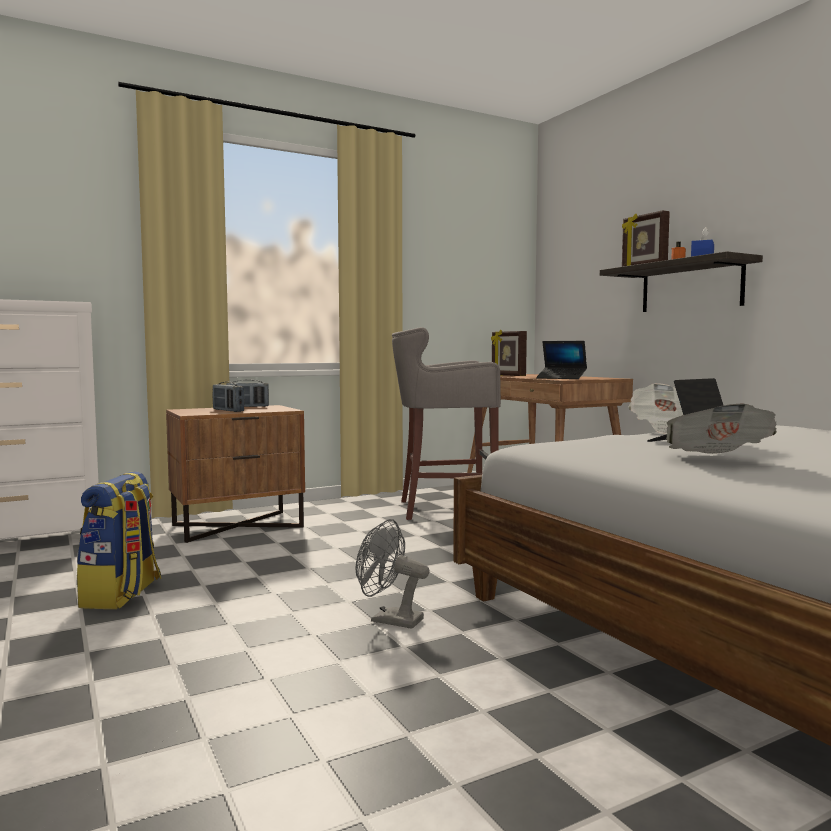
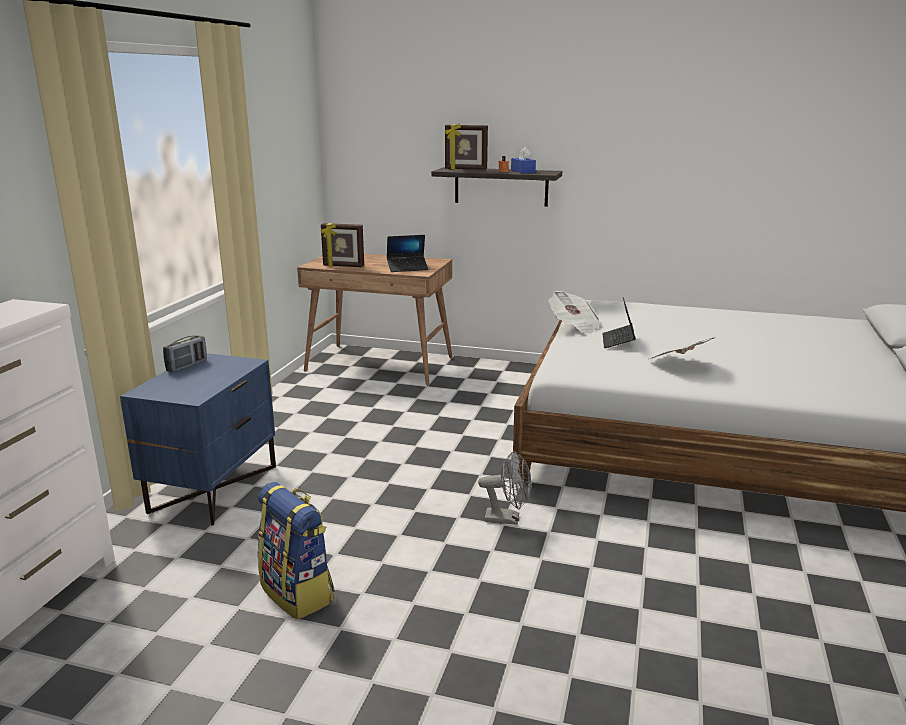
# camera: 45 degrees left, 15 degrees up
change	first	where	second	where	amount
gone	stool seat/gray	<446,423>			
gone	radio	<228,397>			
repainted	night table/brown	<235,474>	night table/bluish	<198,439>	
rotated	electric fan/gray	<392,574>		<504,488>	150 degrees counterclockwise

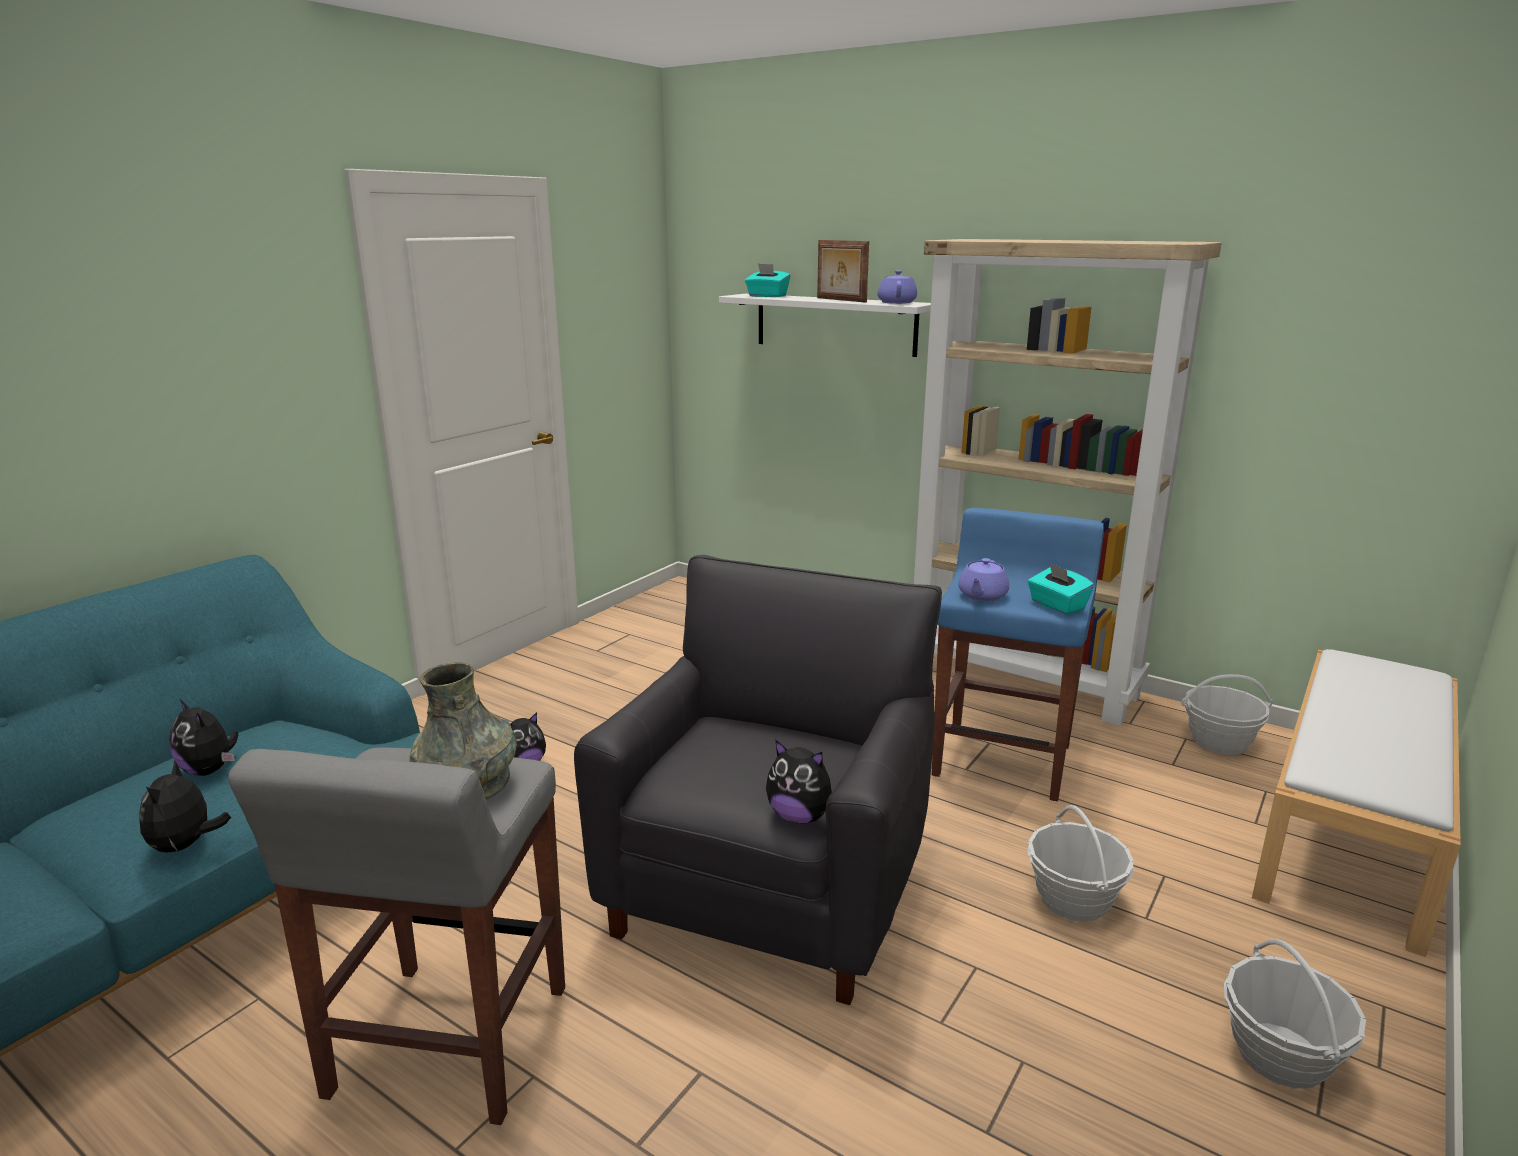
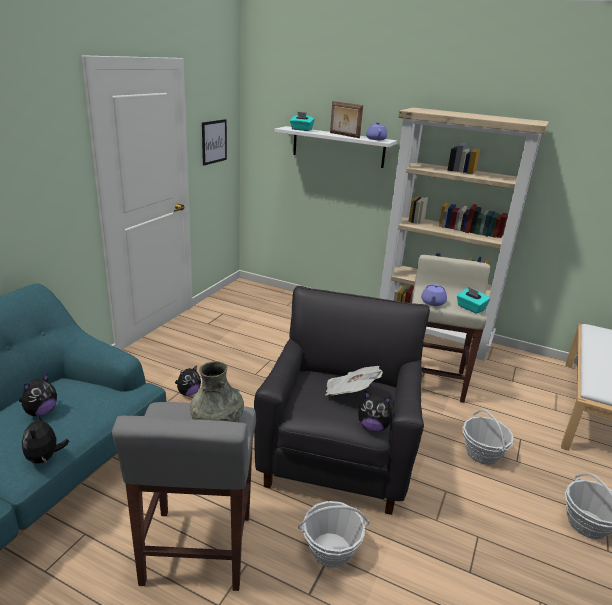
# camera: 10 degrees left, 5 degrees up
change	first	where	second	where	amount
repainted	stool seat/bluish	<1017,654>	stool seat/beige-coloured	<451,329>	
shifted	storage basket	<1227,714>		<334,534>	
rotated	cuddly toy	<203,737>		<38,394>	90 degrees counterclockwise
new			picture	<214,142>	
new			daily paper	<354,380>	

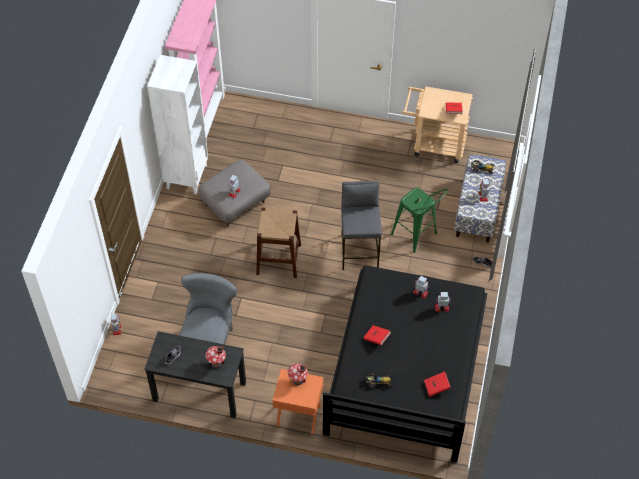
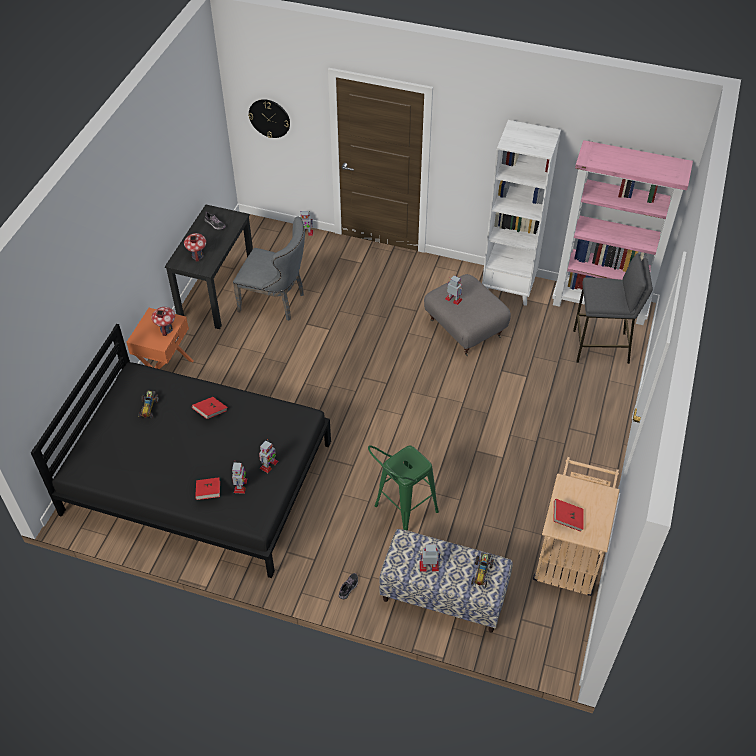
# camera: 95 degrees right, 5 degrees down
change	first	where	second	where	amount
shifted	stool seat/gray	<361,225>		<613,308>	
gone	stool seat/brown	<278,243>			
shifted	book/reddish	<437,384>		<207,488>	
new			hanging clock	<269,118>	

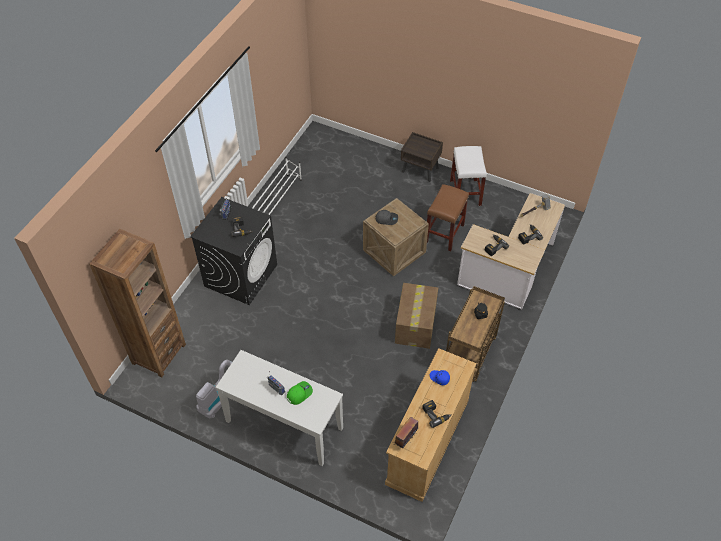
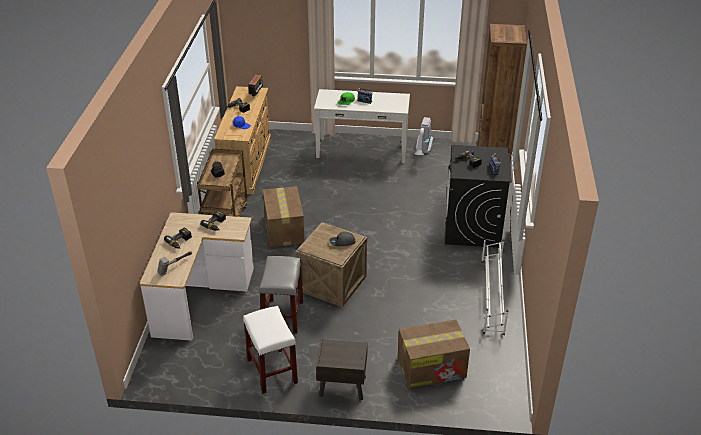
# camera: 160 degrees right, 15 degrees down
change	first	where	second	where	amount
repainted	stool seat/brown	<448,217>	stool seat/gray	<281,295>	
new			packing box	<433,354>	

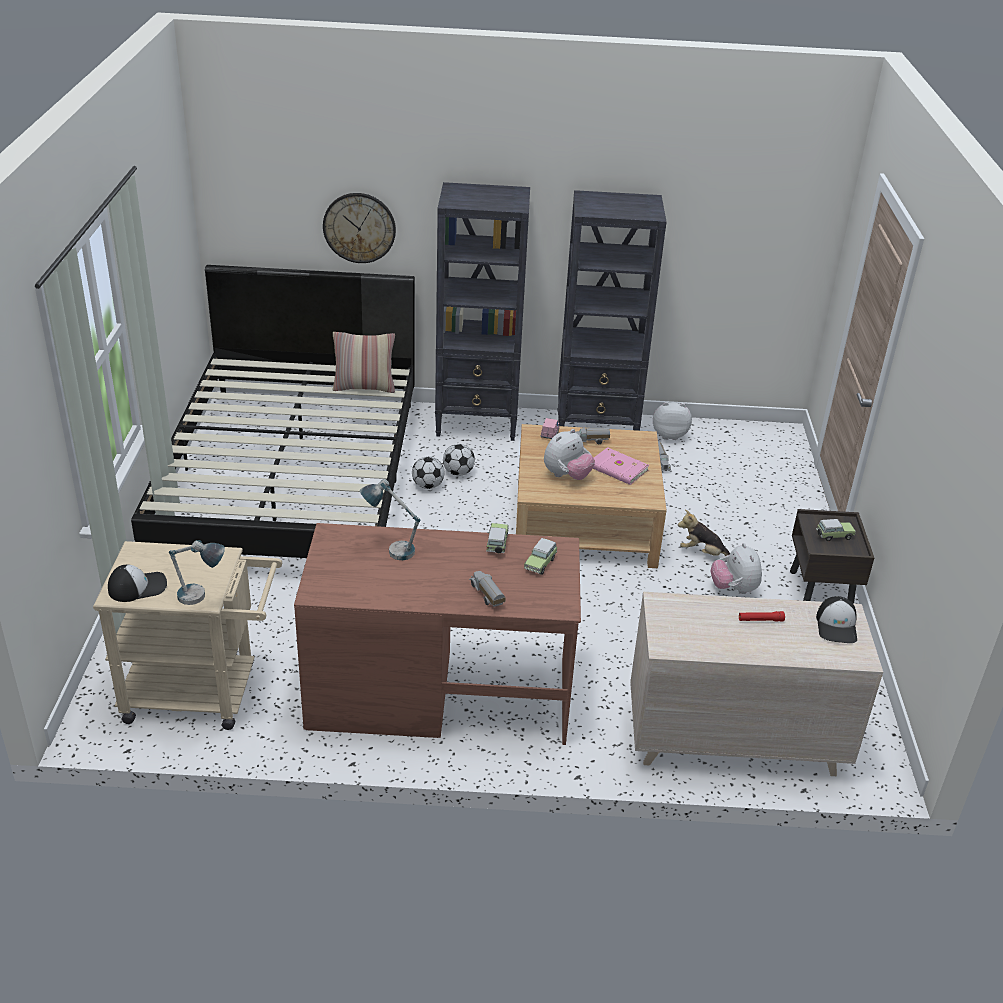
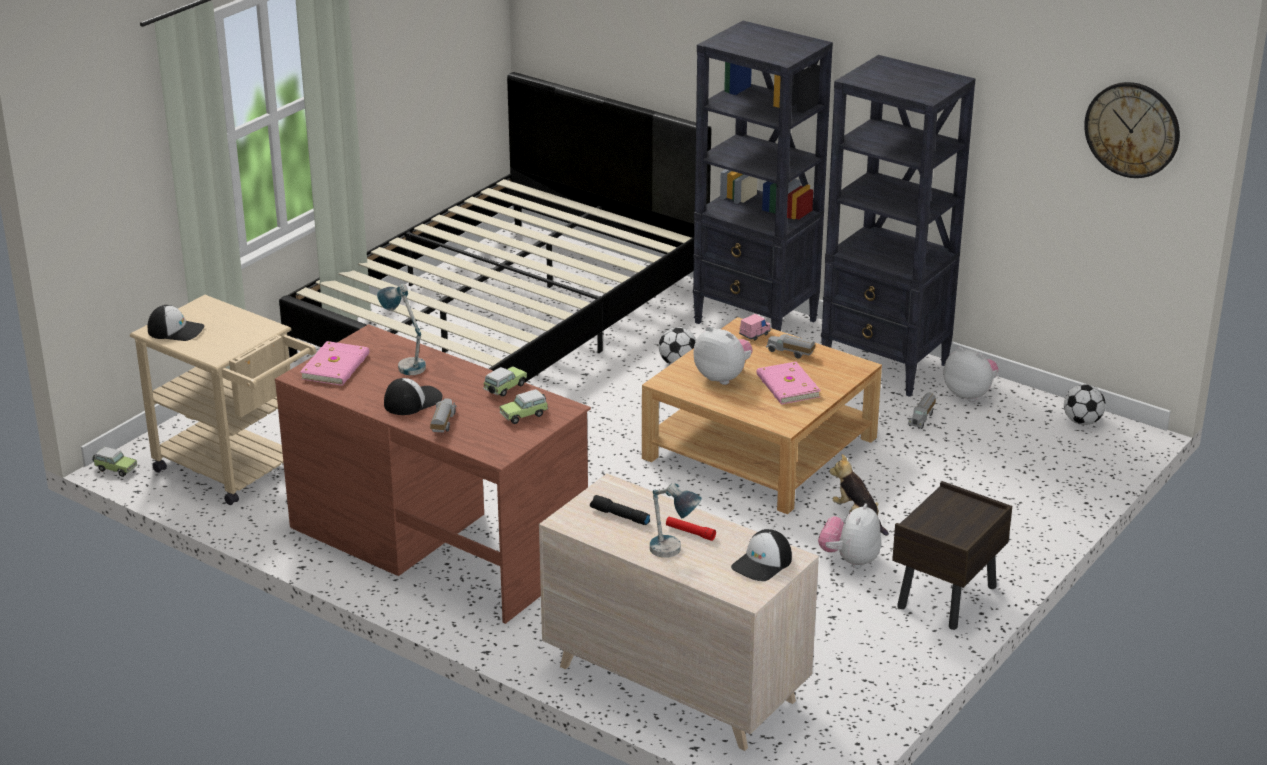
# camera: 35 degrees right, 5 degrees down
change	first	where	second	where	amount
shifted	hanging clock	<359,228>		<1132,130>	
gone	throw pillow	<363,362>			
rotated	cuddly toy	<569,454>		<723,355>	135 degrees counterclockwise
shifted	football	<428,472>		<1085,404>	
shifted	toy car	<836,530>		<114,462>	
shifted	tabletop lamp	<197,572>		<676,520>	
new			book/pink	<334,363>	
new			cap	<413,396>	
new			torch/black-coloured	<620,510>	

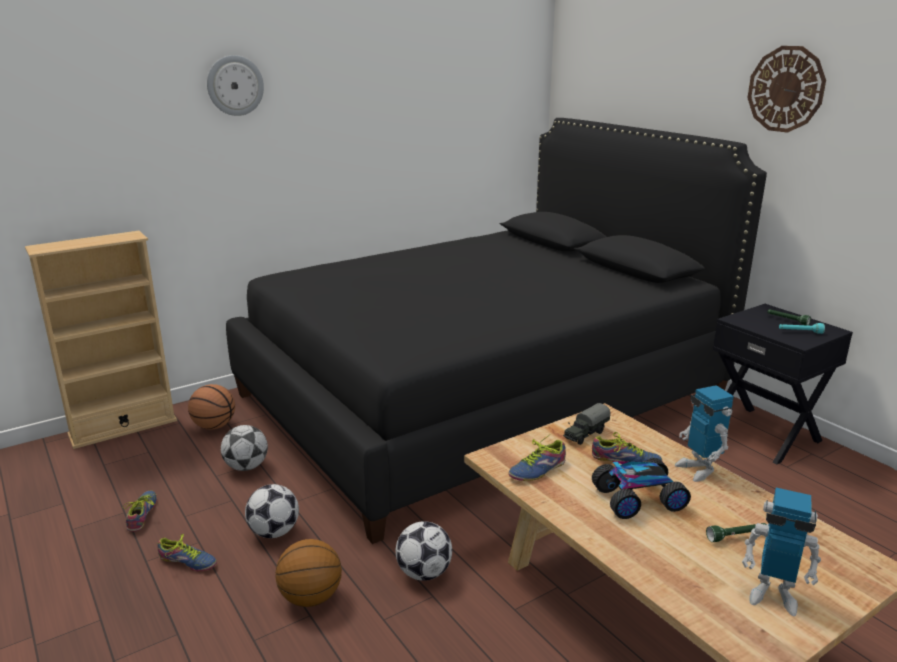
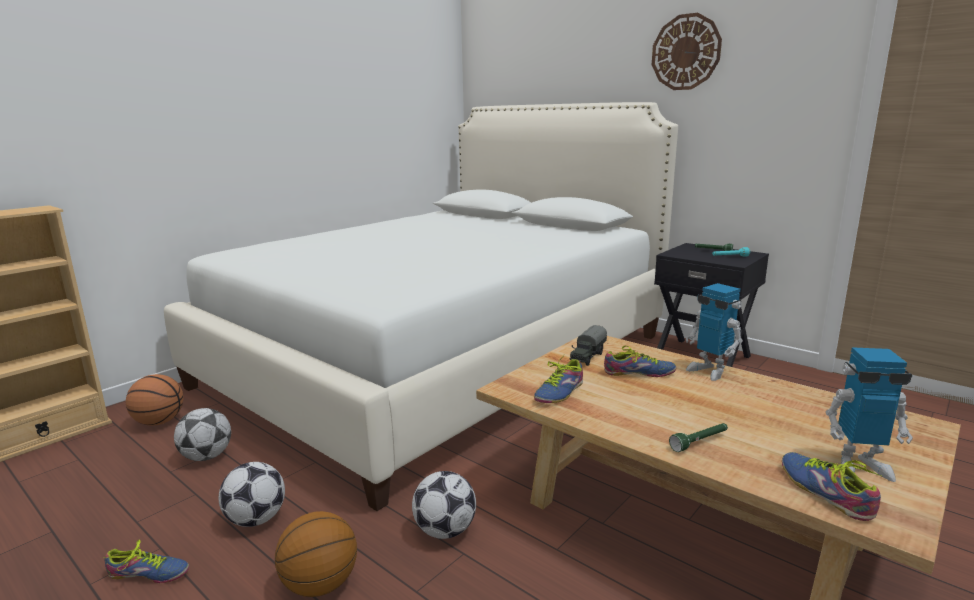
# camera: 15 degrees left, 5 degrees down
change	first	where	second	where	amount
gone	hanging clock	<235,85>			
repainted	bedroom bed/black-coloured	<496,331>	bedroom bed/white	<421,306>	
gone	toy car	<641,488>			
shifted	item of footwear	<140,511>		<831,486>	
shifted	torch/green	<736,532>		<698,437>	

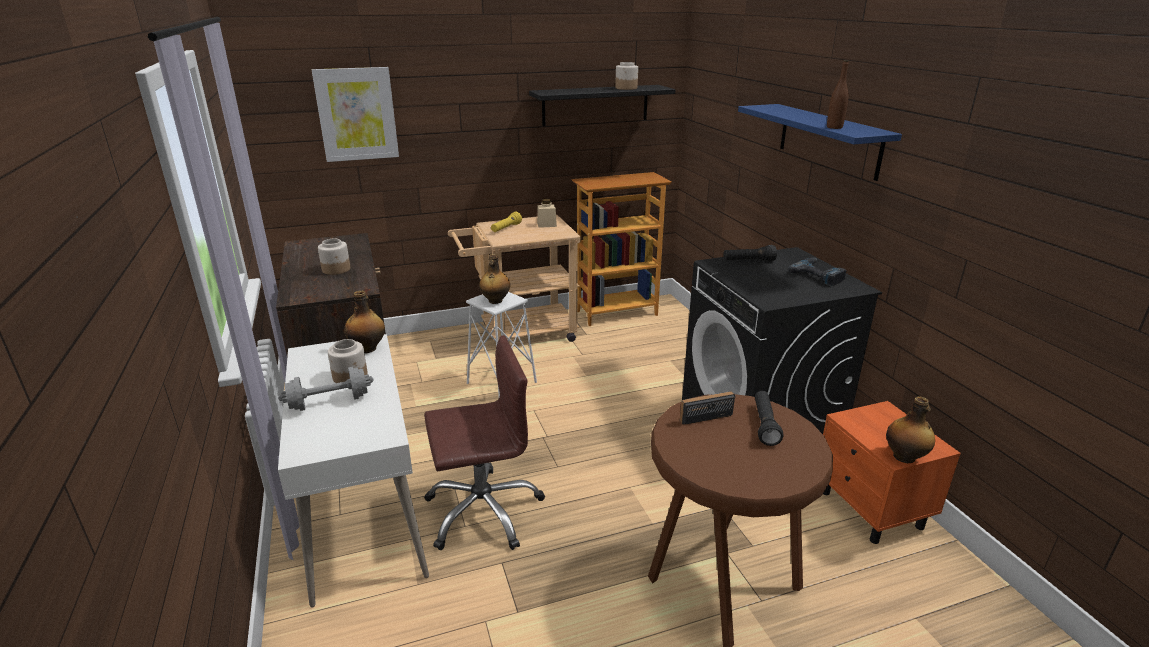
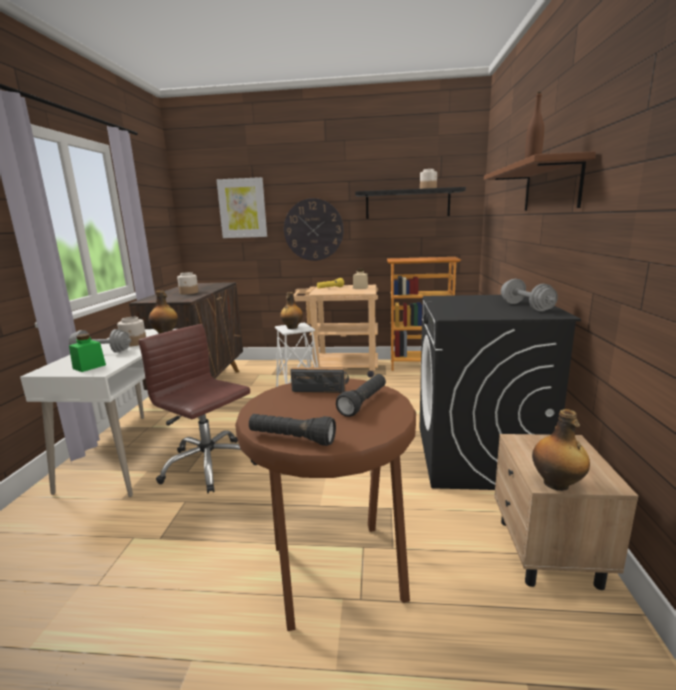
# camera: 25 degrees right, 10 degrees down
change	first	where	second	where	amount
repainted	bracket shelf/bluish	<820,142>	bracket shelf/brown	<540,181>	
shifted	torch/black-coloured	<750,253>		<292,430>	
swapped	power drill	<817,271>	dumbbell/gray	<529,295>	
rotated	office chair/brown	<484,442>		<197,408>	150 degrees counterclockwise
repainted	night table/orange-coloured	<892,472>	night table/beige-coloured	<566,512>	
new			hanging clock	<314,229>	
new			jar/green	<87,353>	

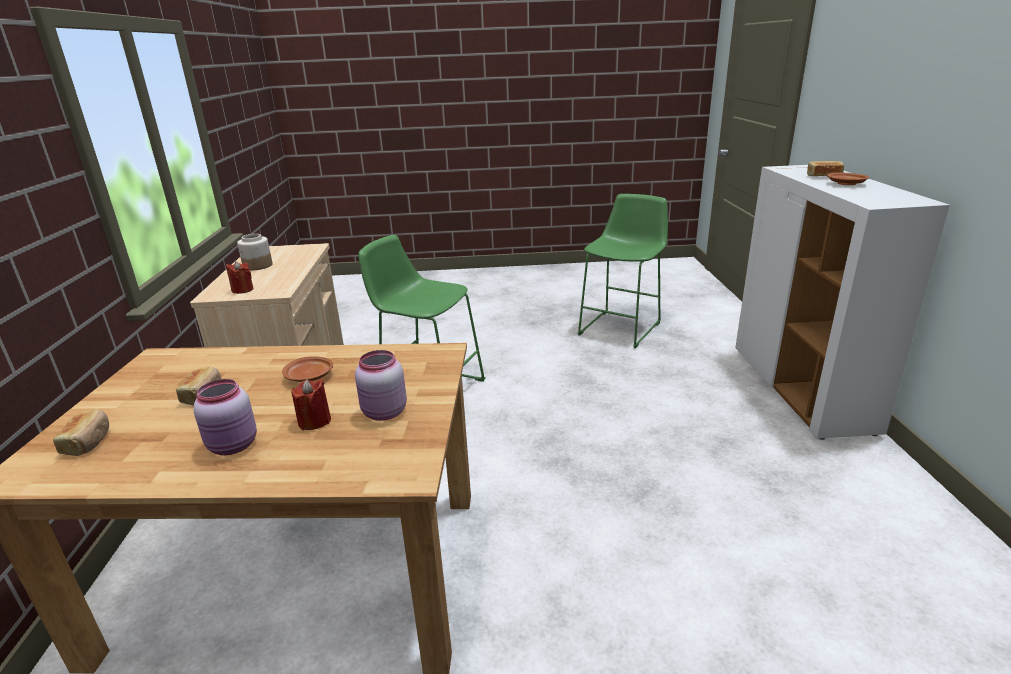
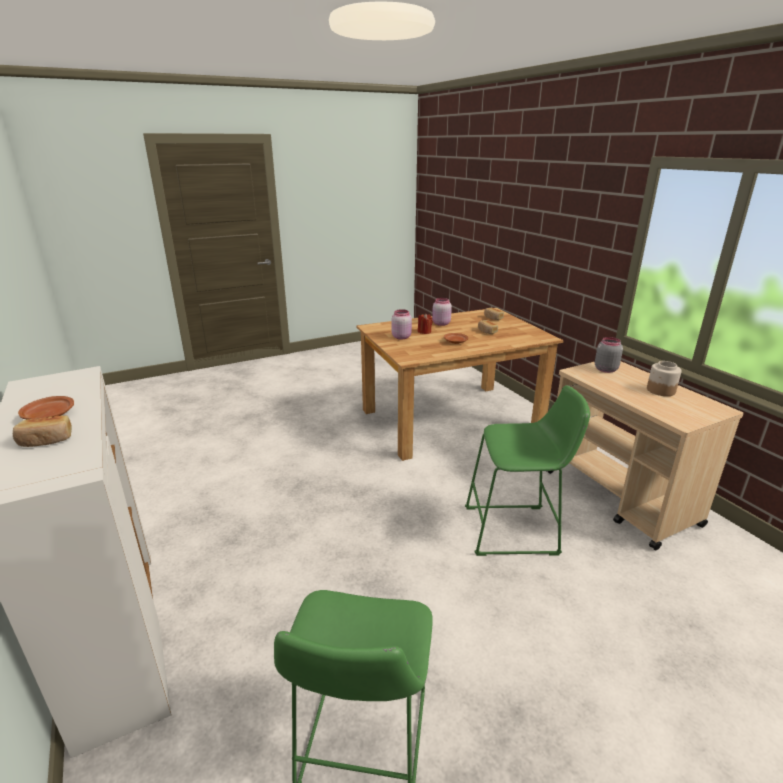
# camera: 155 degrees right, 0 degrees up
change	first	where	second	where	amount
swapped	wax candle/reddish	<240,277>	jar/gray	<609,355>	

